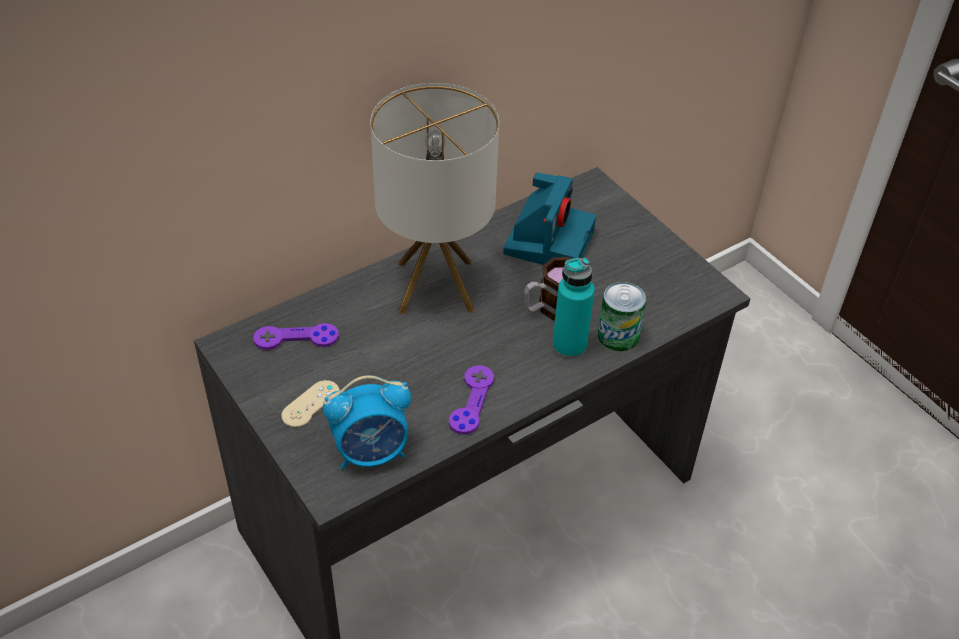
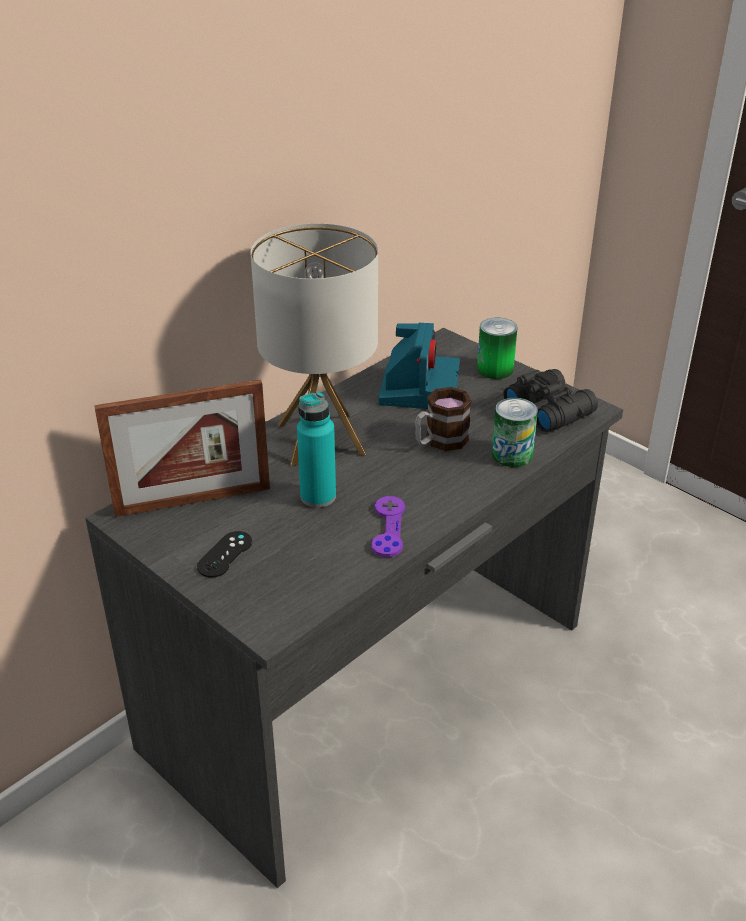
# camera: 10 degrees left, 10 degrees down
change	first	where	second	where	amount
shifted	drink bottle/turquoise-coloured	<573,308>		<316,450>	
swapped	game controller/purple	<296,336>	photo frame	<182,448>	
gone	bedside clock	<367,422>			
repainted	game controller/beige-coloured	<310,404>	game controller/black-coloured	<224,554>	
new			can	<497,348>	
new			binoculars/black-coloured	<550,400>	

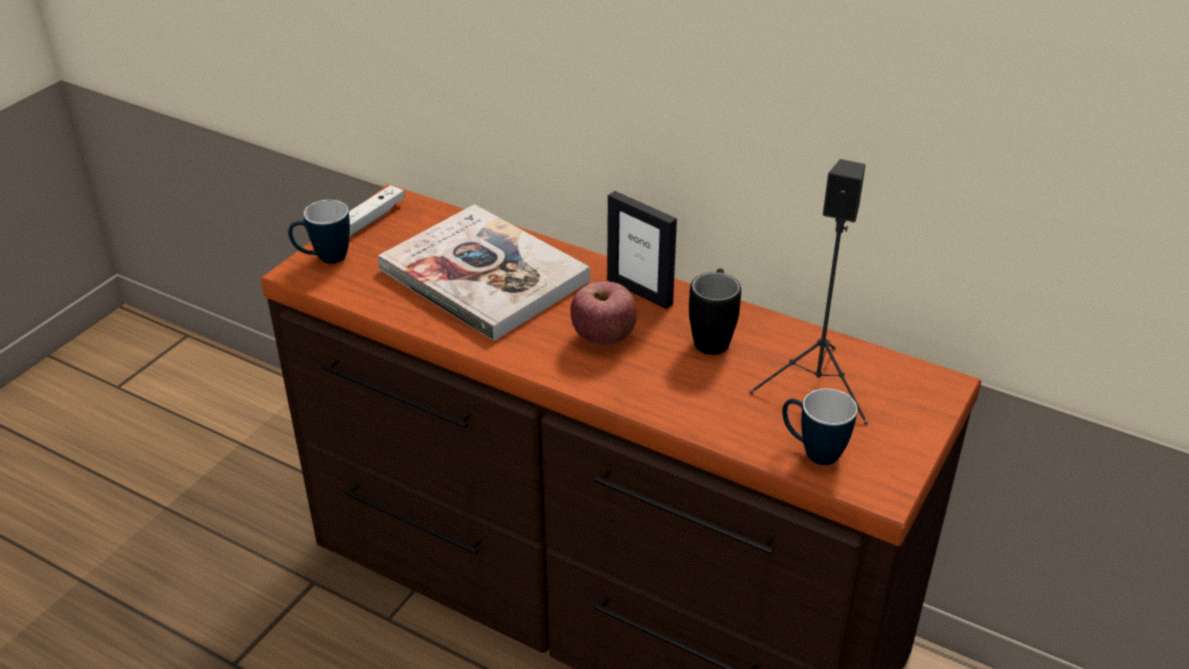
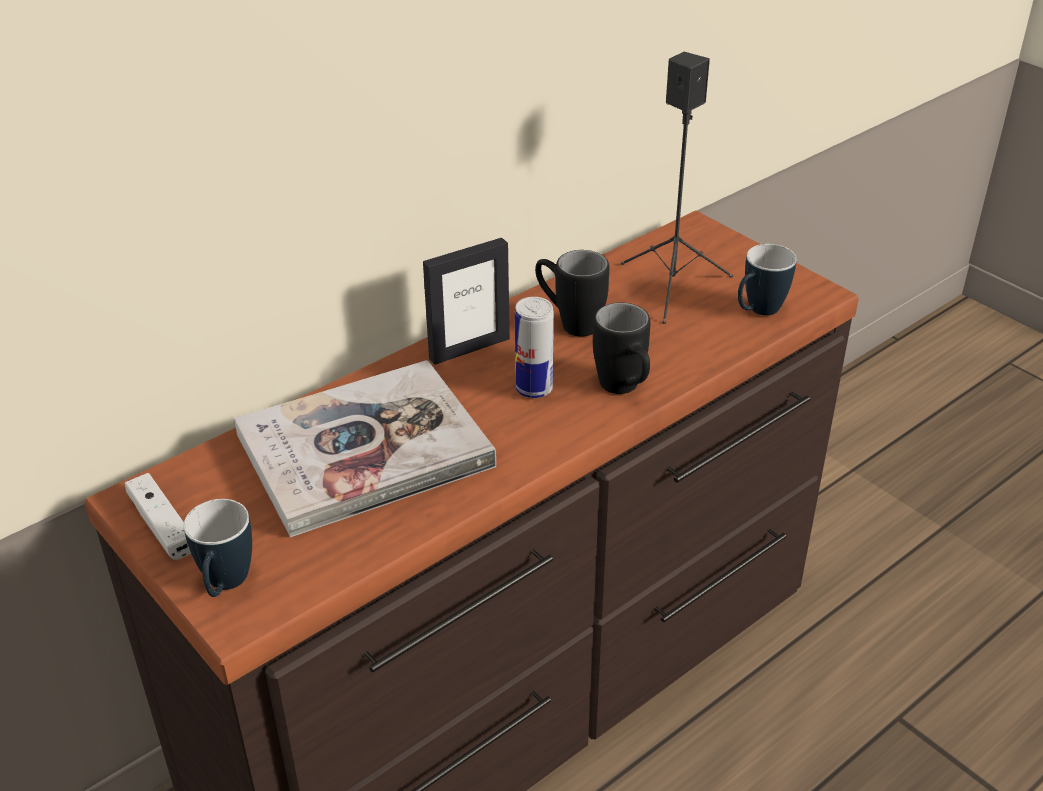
# camera: 70 degrees left, 0 degrees up
change	first	where	second	where	amount
swapped	whole apple	<603,314>	can	<534,347>	
new			mug/black-coloured	<621,348>	

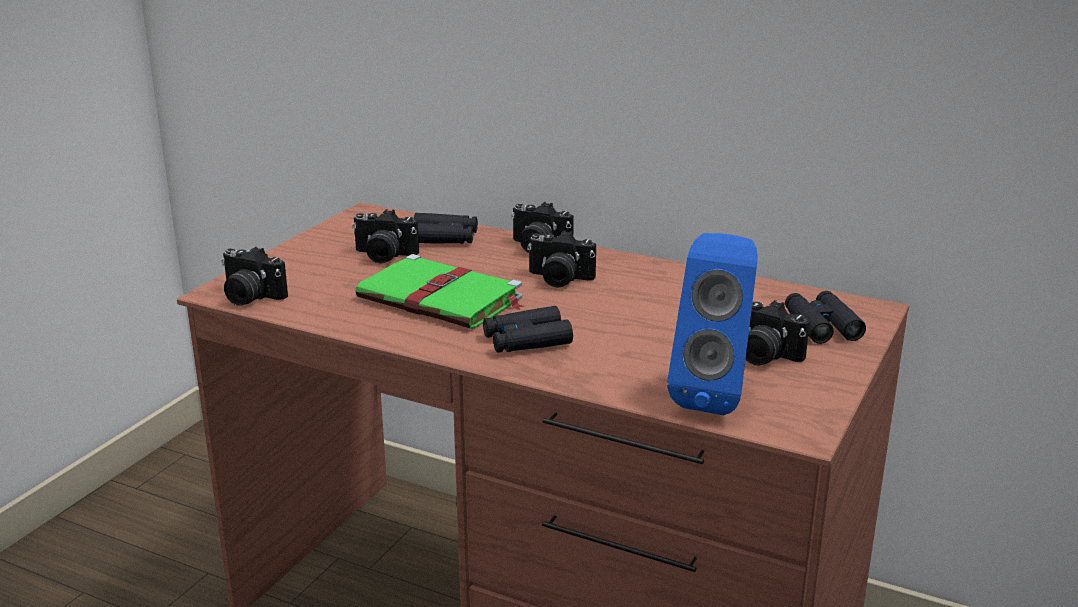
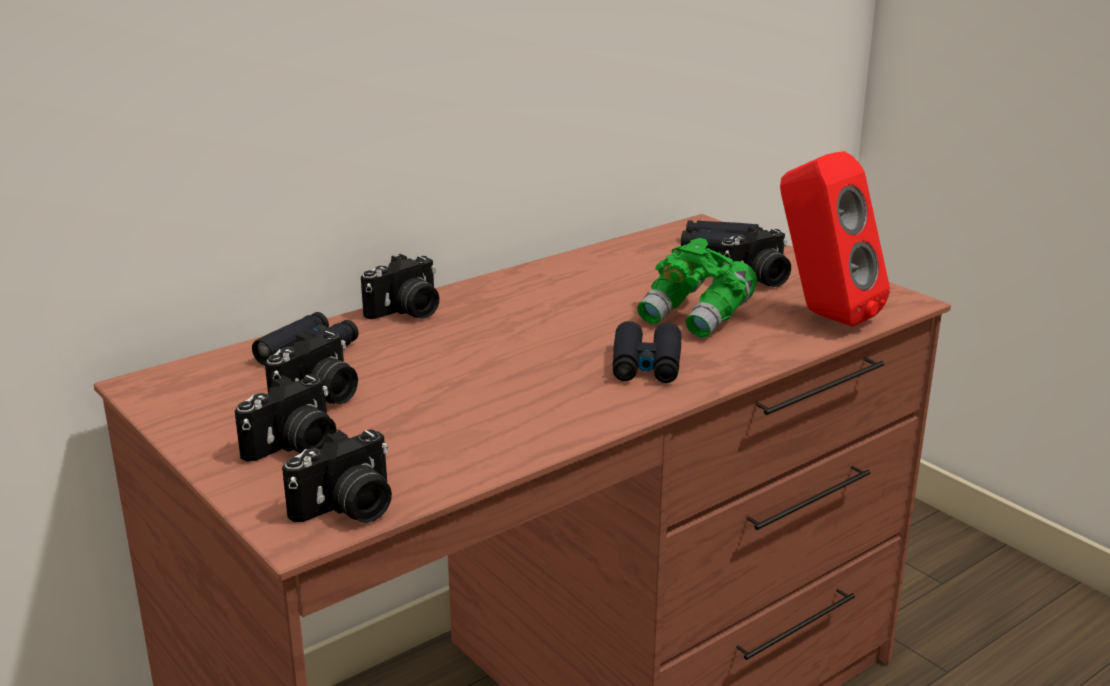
# camera: 65 degrees left, 0 degrees up
change	first	where	second	where	amount
shifted	photo camera	<561,259>		<286,418>	
repainted	audio speaker/bluish	<712,324>	audio speaker/reddish	<835,239>	
gone	book/green	<440,291>			
new			binoculars/green	<697,288>	

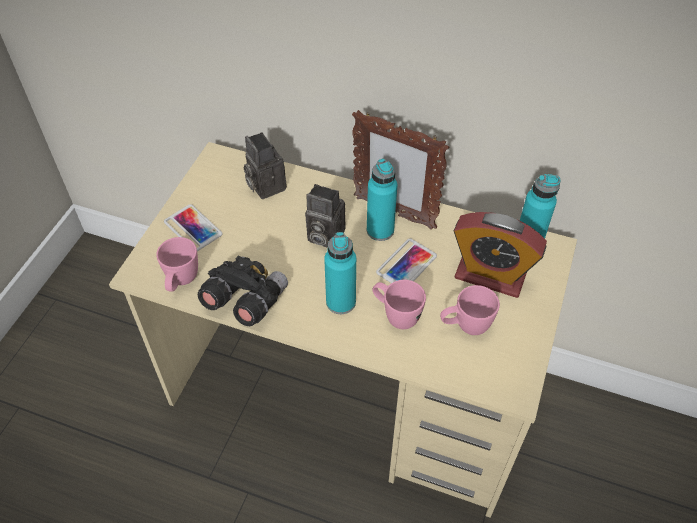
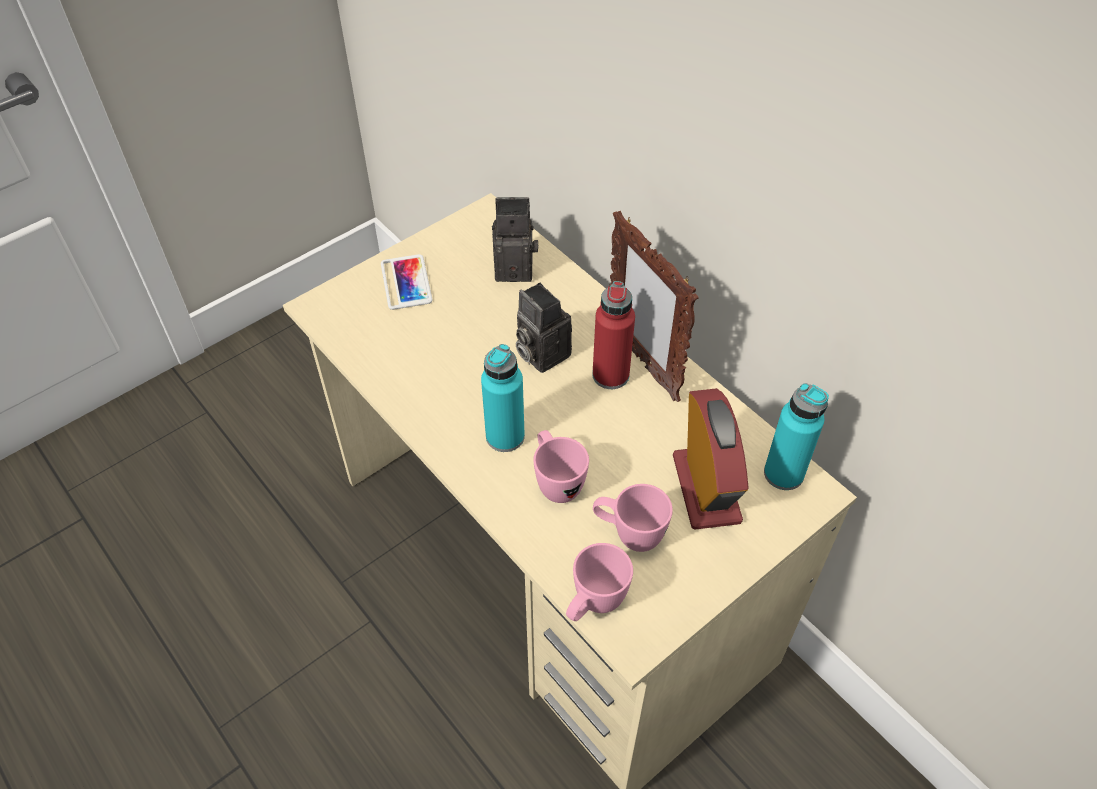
# camera: 30 degrees right, 0 degrees up
change	first	where	second	where	amount
rotated	photo camera	<265,165>		<515,239>	90 degrees clockwise
repainted	drink bottle/turquoise-coloured	<382,200>	drink bottle/reddish	<613,335>	
rotated	bedside clock	<500,255>		<711,459>	150 degrees counterclockwise
shifted	mug/pink	<177,264>		<599,582>	
gone	telephone	<406,260>			
gone	binoculars/black-coloured	<243,291>			

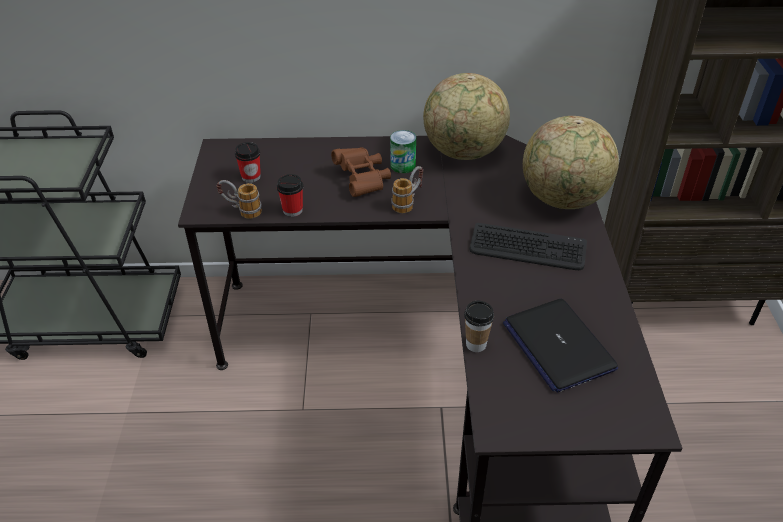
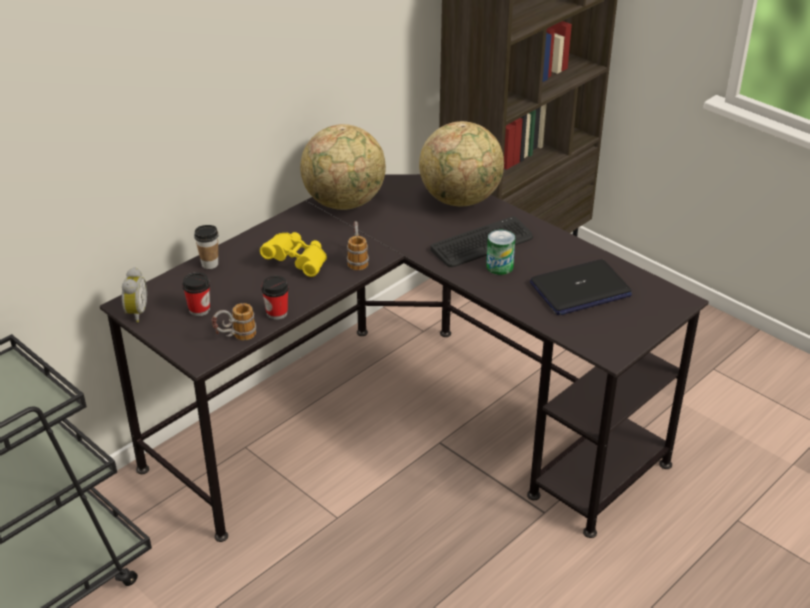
# camera: 45 degrees left, 5 degrees down
change	first	where	second	where	amount
shifted	can	<403,151>		<500,252>	
repainted	binoculars/brown	<361,172>	binoculars/yellow	<293,254>	
rotated	laptop	<560,346>		<581,287>	45 degrees counterclockwise
shifted	small cup	<479,326>		<206,247>	
new			bedside clock	<134,295>	

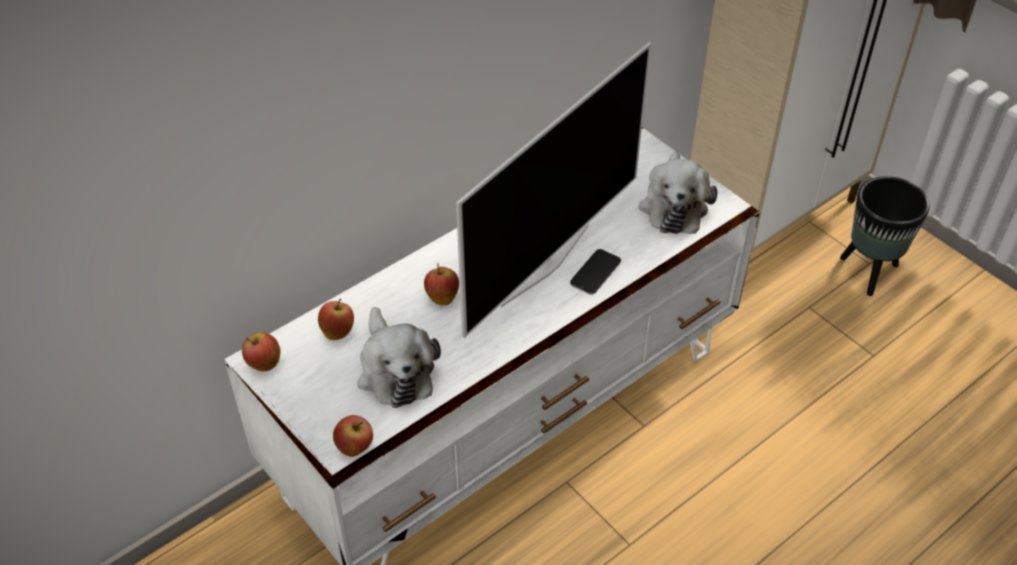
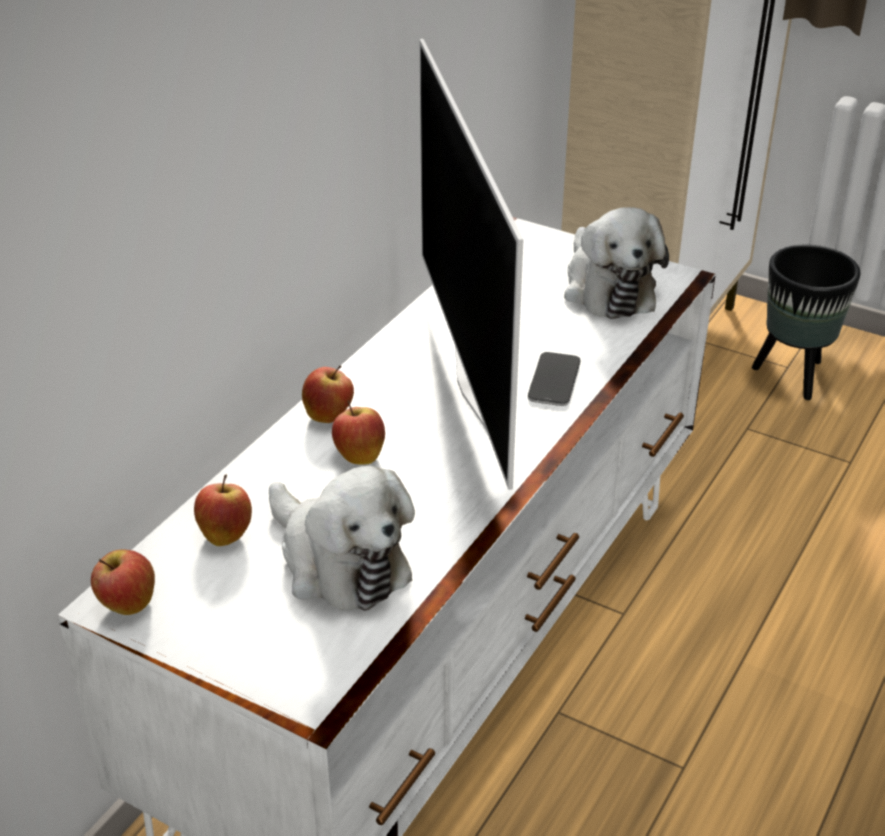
# camera: 20 degrees left, 10 degrees down
change	first	where	second	where	amount
rotated	television	<553,190>		<472,264>	150 degrees clockwise
shifted	whole apple	<353,436>		<328,394>	

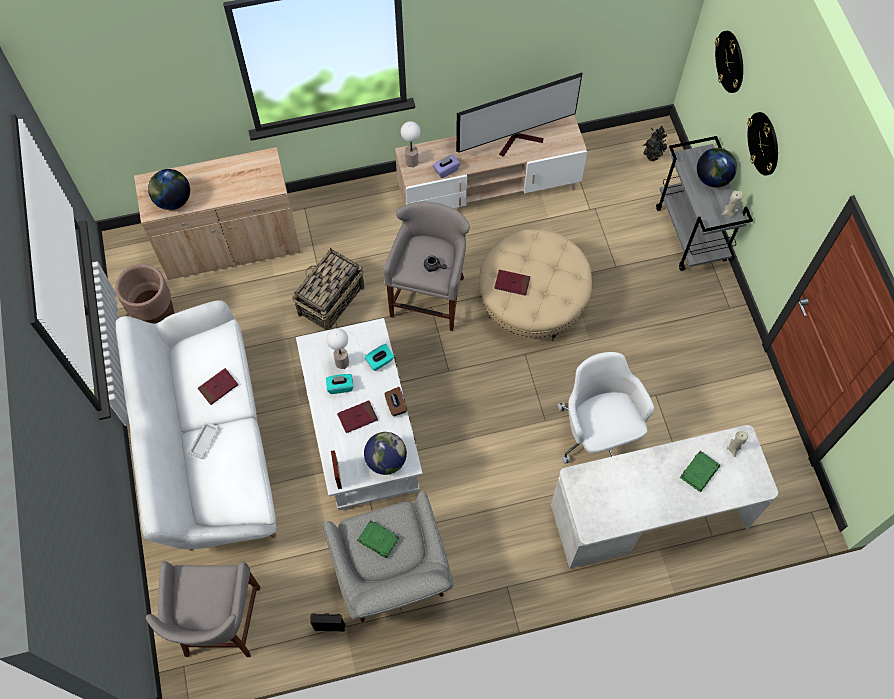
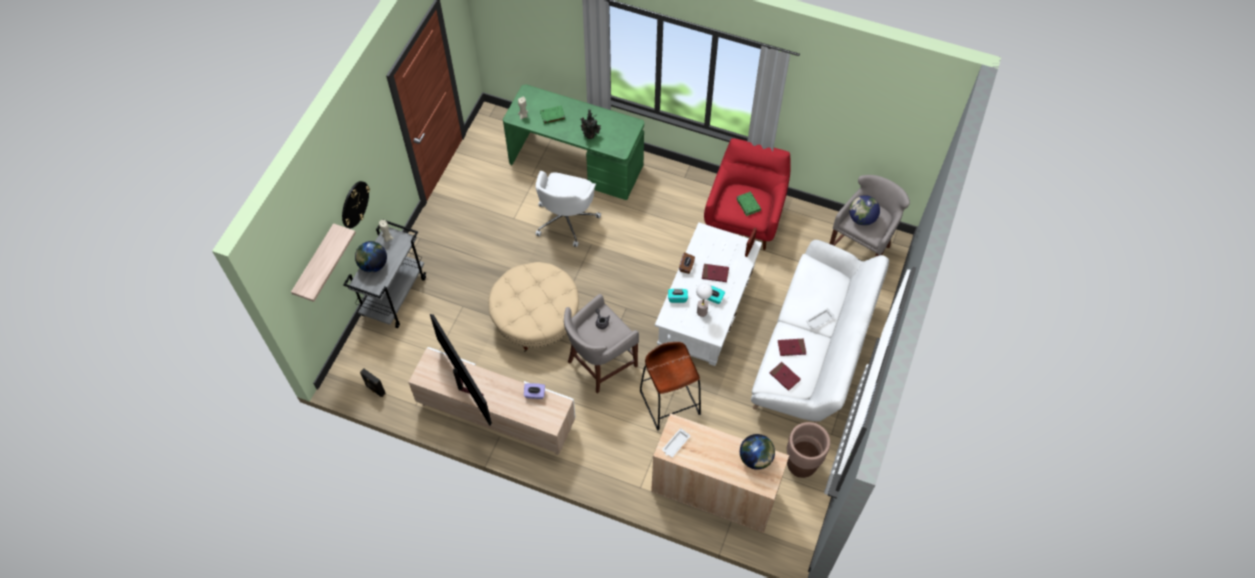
# camera: 145 degrees left, 5 degrees down
change	first	where	second	where	amount
swapped	hanging clock	<729,62>	bracket shelf	<323,262>	
rotated	television	<519,114>		<461,370>	45 degrees clockwise
gone	tabletop lamp	<411,144>			
shifted	plant in a pot	<655,143>		<590,124>	
swapped	storage basket	<328,289>	stool seat/brown	<670,386>	
shifted	book/reddish	<512,283>		<785,376>	
repainted	desk table/white	<664,496>	desk table/green	<573,142>	
shifted	globe	<385,453>		<864,210>	
repainted	armchair/gray	<388,556>	armchair/reddish	<747,194>	
shifted	audio speaker/black-coloured	<327,622>		<372,383>	
new			carrying tray/white	<676,442>	

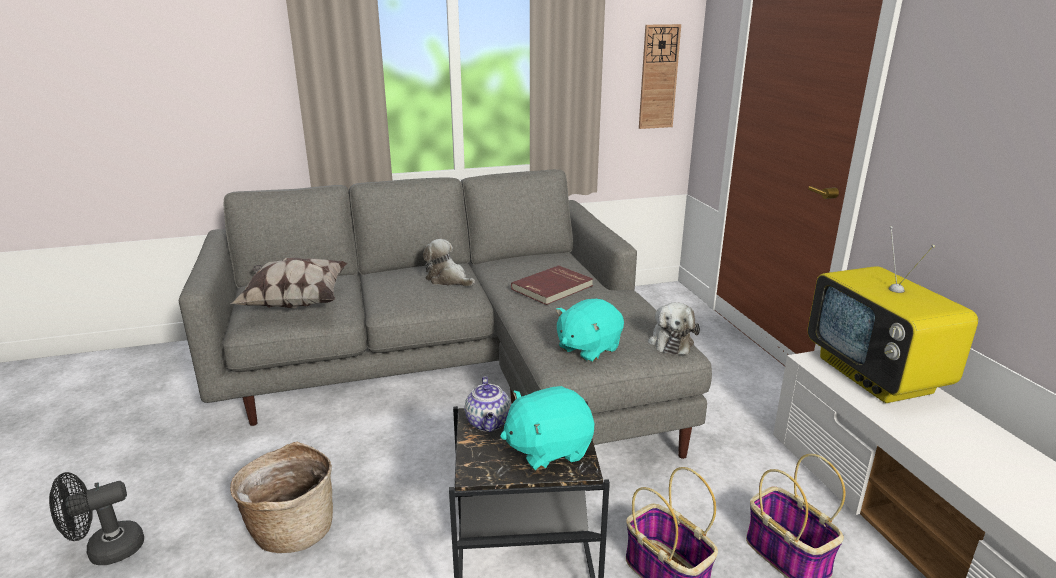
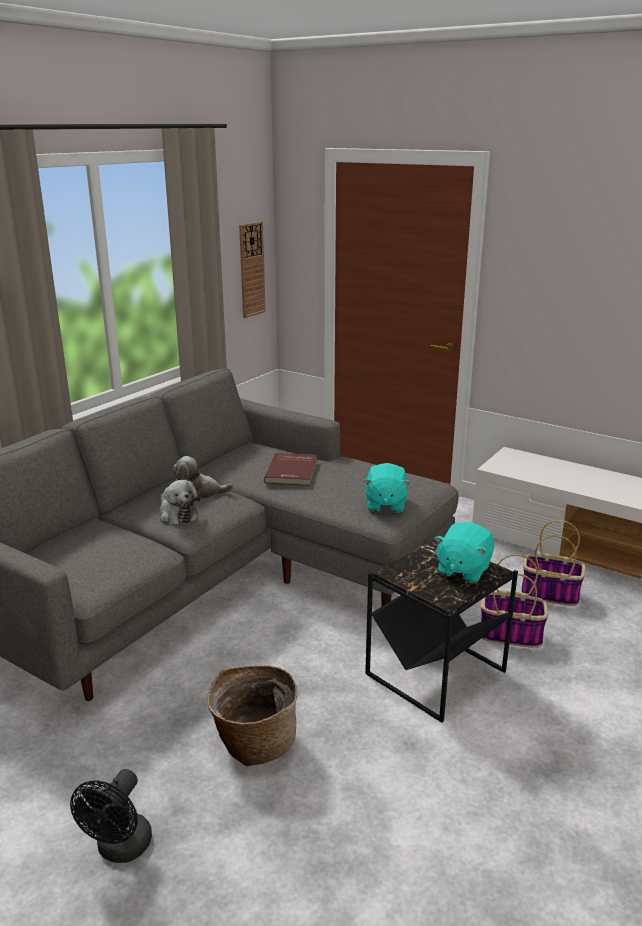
# camera: 40 degrees left, 0 degrees up
change	first	where	second	where	amount
gone	television	<893,314>			
gone	throw pillow	<289,283>			
shifted	cuddly toy	<674,328>		<180,502>	
gone	teapot	<488,404>			

